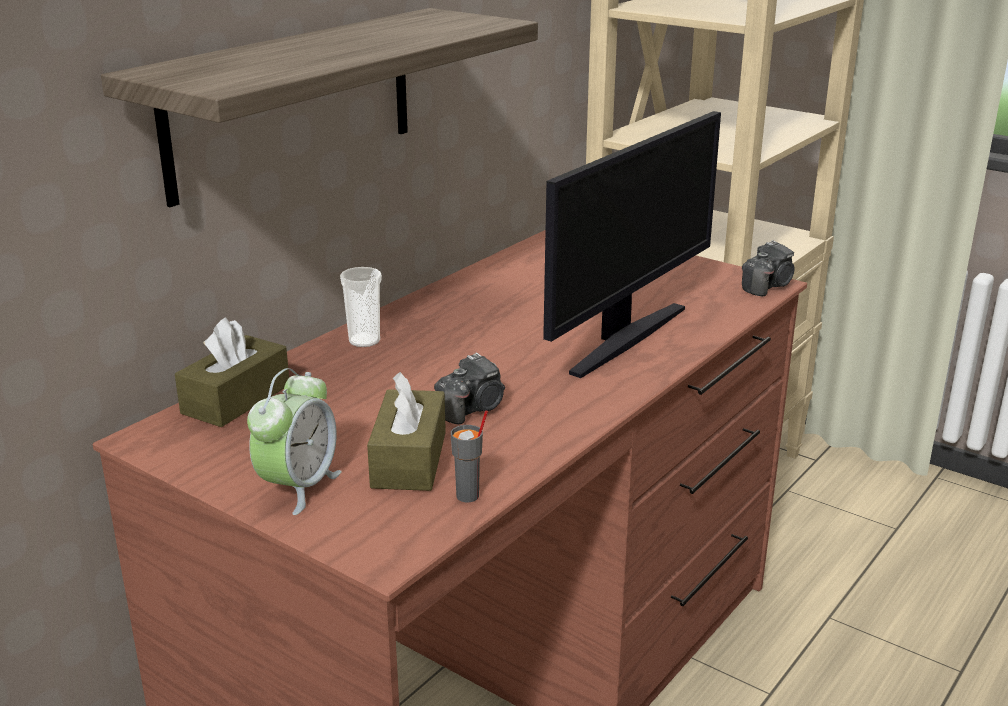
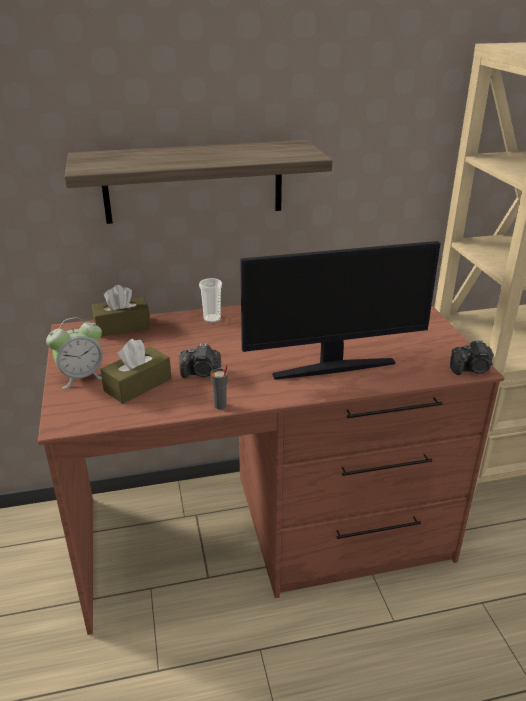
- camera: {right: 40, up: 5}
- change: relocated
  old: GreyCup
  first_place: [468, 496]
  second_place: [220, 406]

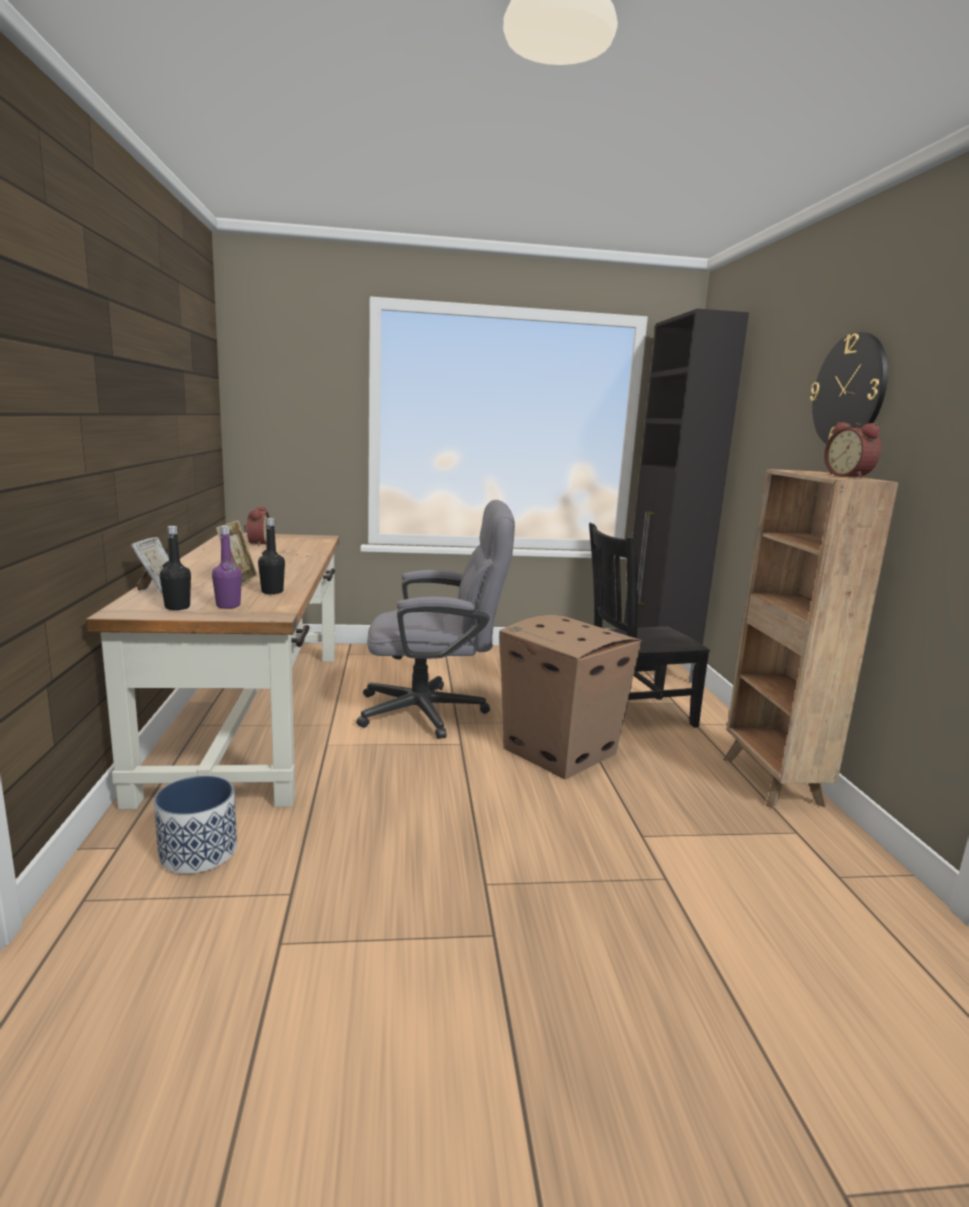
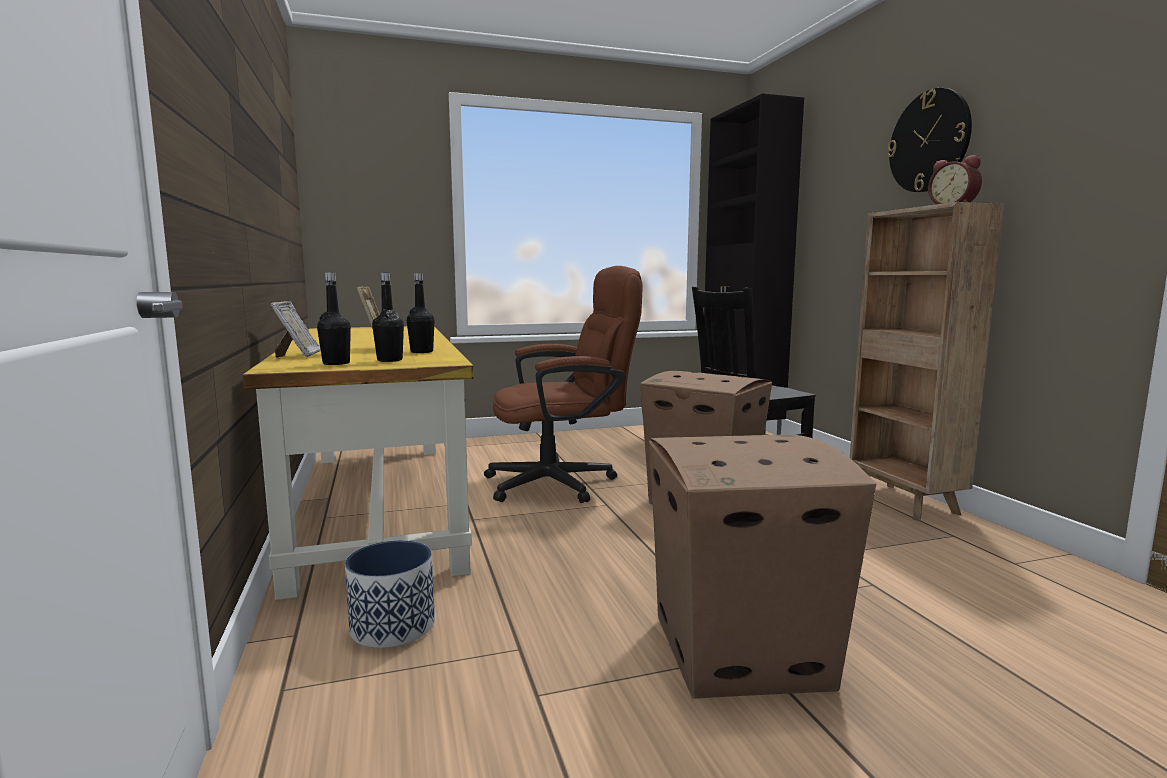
- camera: {right: -10, up: -5}
- change: colour
  old: BrownDeskTable
  new: YellowishDeskTable
  first_place: [252, 713]
  second_place: [378, 502]
- change: colour
  old: PurpleBeverageBottle
  new: BlackColouredBeverageBottle
  first_place: [228, 606]
  second_place: [390, 360]
- change: colour
  old: GreyOfficeChair
  new: BrownOfficeChair
  first_place: [434, 712]
  second_place: [563, 483]
- change: appeared
  new: CardboardBox
  second_place: [737, 652]
- change: missing
  old: BedsideClock
  first_place: [257, 543]

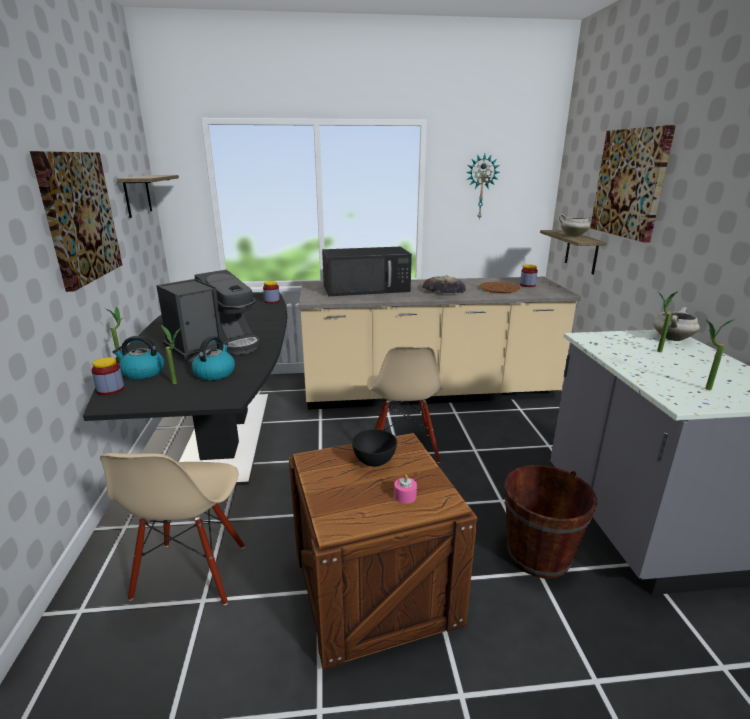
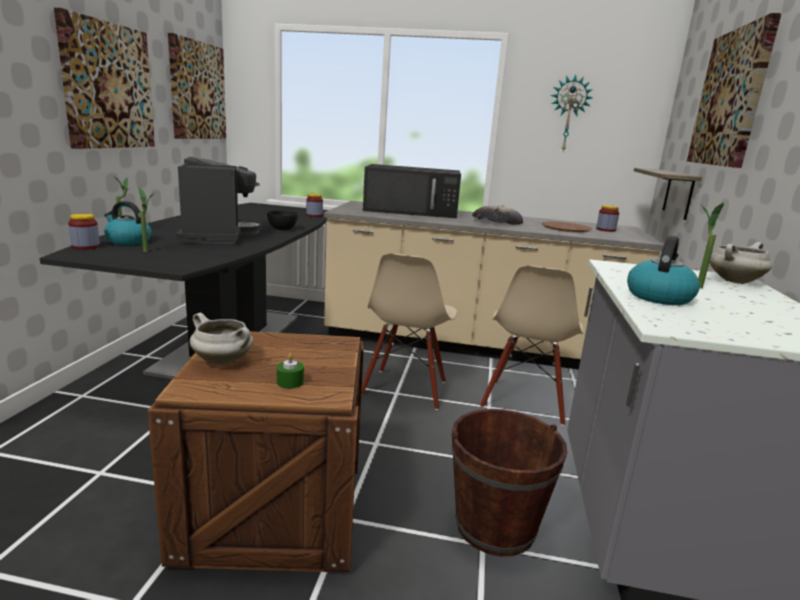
- camera: {right: 15, up: -5}
- change: exchanged
  old: Shelf
  new: Picture
  first_place: [137, 195]
  second_place: [197, 91]
- change: spun
  old: CoffeeBrewer
  first_place: [215, 347]
  second_place: [217, 235]
  degrees: -75
- change: relocated
  old: WhiteStockpot
  first_place: [573, 236]
  second_place: [224, 361]
- change: relocated
  old: BlackColouredBowl
  first_place: [374, 461]
  second_place: [282, 229]
- change: colour
  old: PinkWaxCandle
  new: GreenishWaxCandle
  first_place: [405, 496]
  second_place: [290, 382]
- change: relocated
  old: BeigeColouredChair
  first_place: [191, 572]
  second_place: [524, 402]
- change: relocated
  old: TeaKettle
  first_place: [215, 373]
  second_place: [658, 296]
- change: missing
  old: PlantInAPot
  first_place: [701, 387]

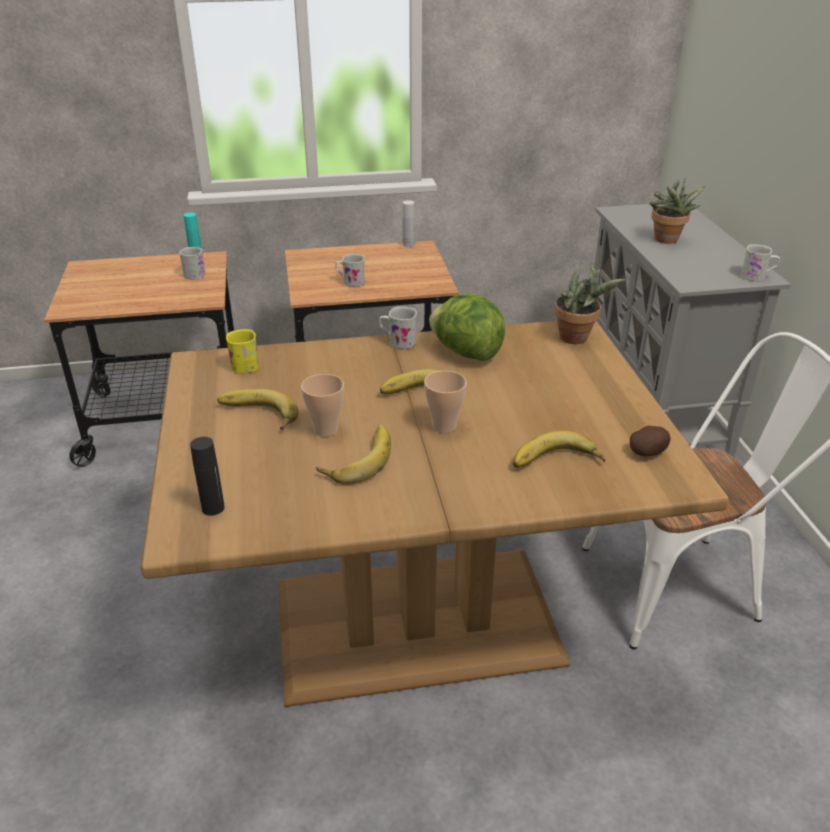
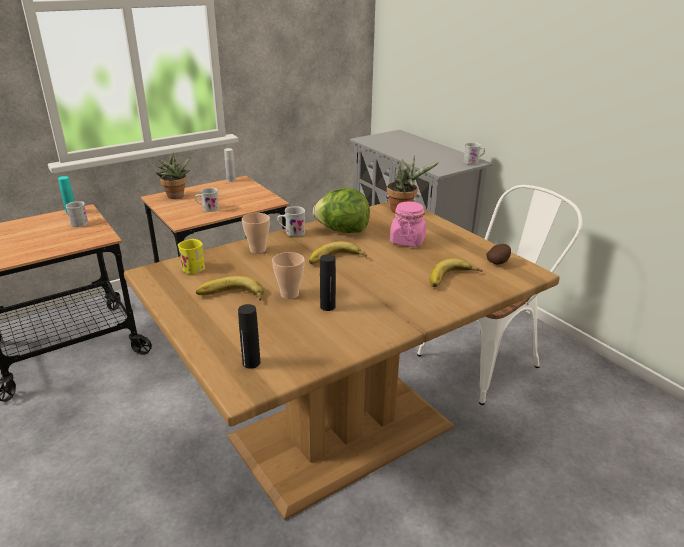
- camera: {right: -25, up: -5}
- change: relocated
  old: PlantInAPot
  first_place: [667, 241]
  second_place: [176, 197]
- change: relocated
  old: Cup
  first_place: [444, 426]
  second_place: [257, 250]
- change: exchanged
  old: WholeBanana
  new: BlackColouredBeverageBottle
  first_place: [357, 459]
  second_place: [327, 306]
- change: appeared
  new: PinkPreserveJar
  second_place: [407, 241]

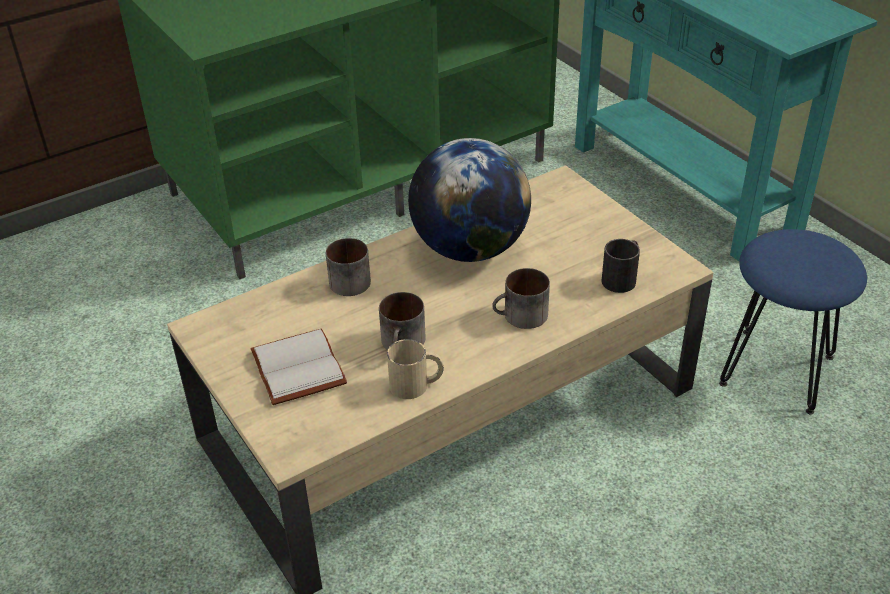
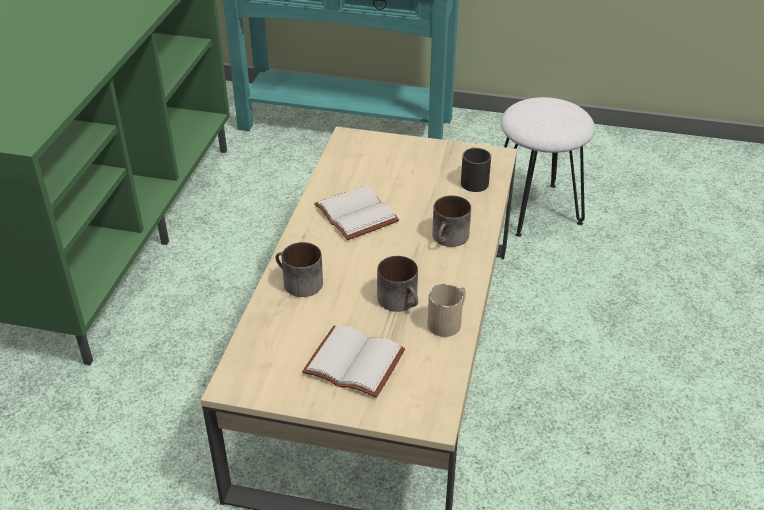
- camera: {right: -45, up: 0}
- change: exchanged
  old: WorldGlobe
  new: WhiteVolume
  first_place: [469, 249]
  second_place: [353, 214]
- change: colour
  old: BlueColouredSittingStool
  new: WhiteSittingStool
  first_place: [777, 369]
  second_place: [535, 209]

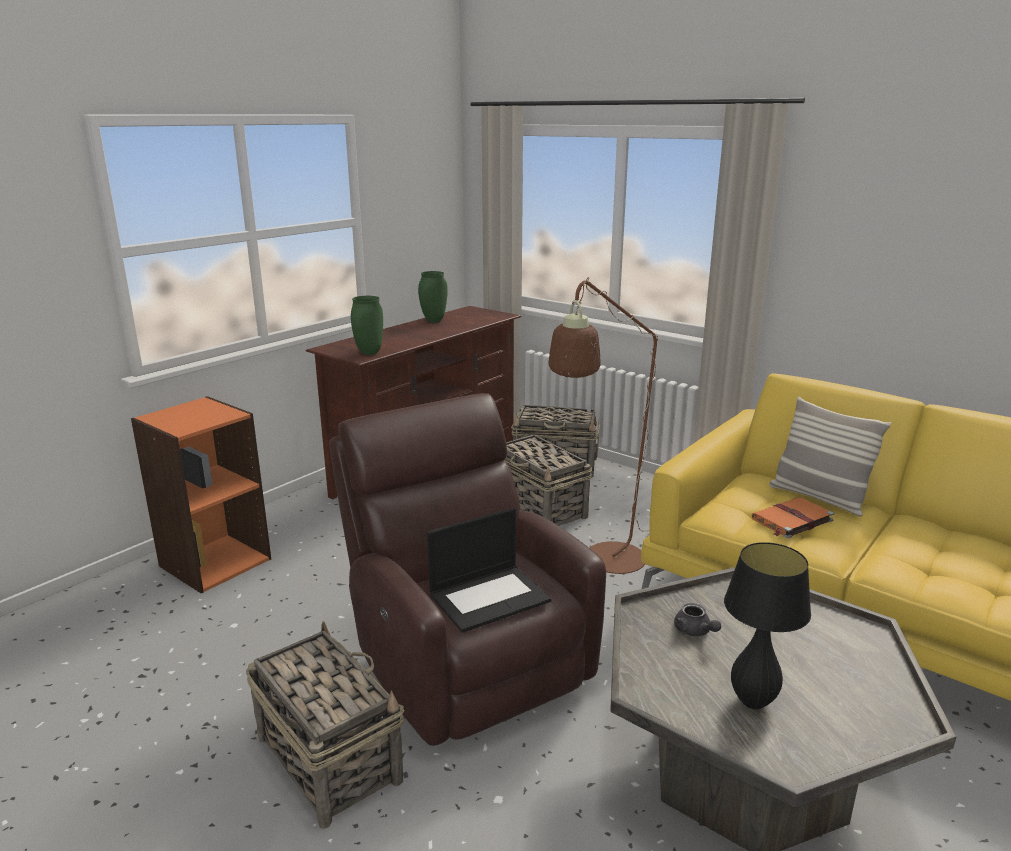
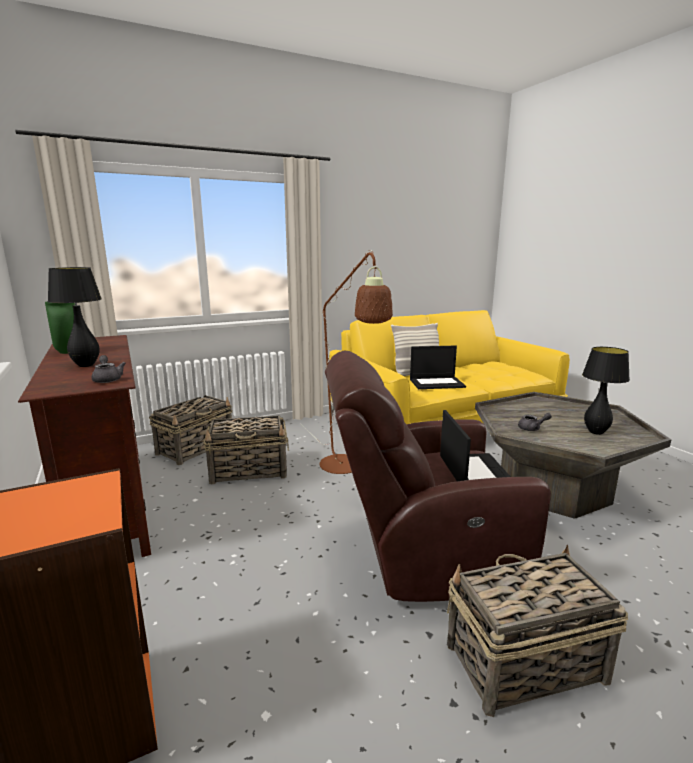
- camera: {right: -65, up: -5}
- change: appeared
  new: BlackColouredTableLamp
  second_place: [86, 365]
- change: exchanged
  old: GreenishDecorativeVase
  new: GreyTeaPot
  first_place: [368, 353]
  second_place: [108, 379]
- change: exchanged
  old: OrangeColouredVolume
  new: Laptop
  first_place: [791, 520]
  second_place: [437, 383]

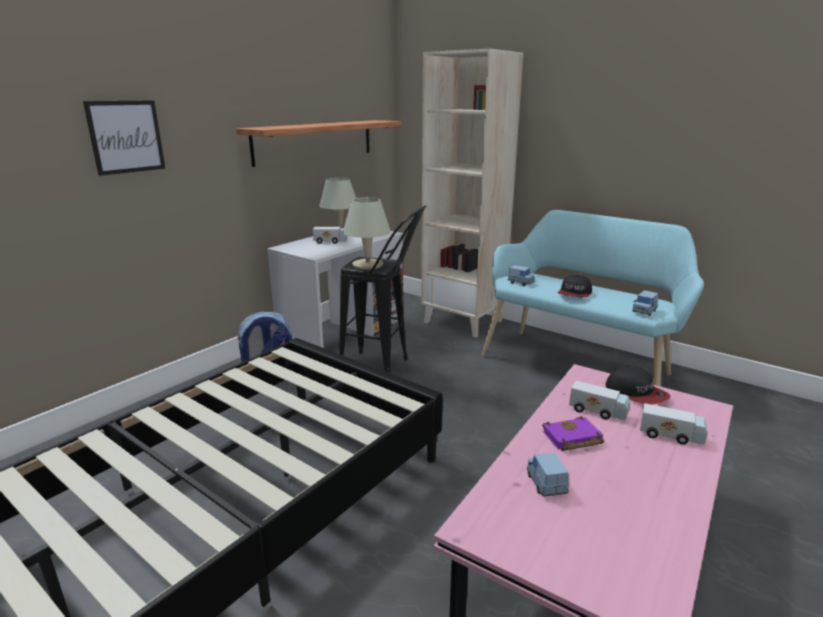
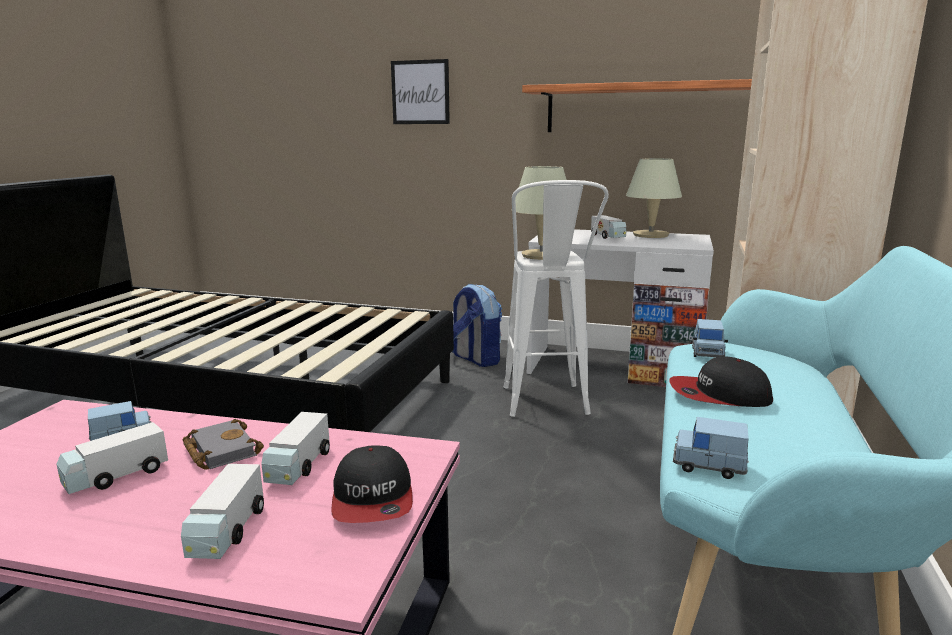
- camera: {right: 70, up: -5}
- change: appeared
  new: ToyLorry
  second_place: [116, 476]
- change: colour
  old: PurpleVolume
  new: GreyVolume
  first_place: [571, 439]
  second_place: [219, 450]
- change: spun
  old: Cap
  first_place: [636, 393]
  second_place: [373, 498]
  degrees: -45
- change: colour
  old: BlackColouredSittingStool
  new: WhiteSittingStool
  first_place: [384, 369]
  second_place: [547, 407]

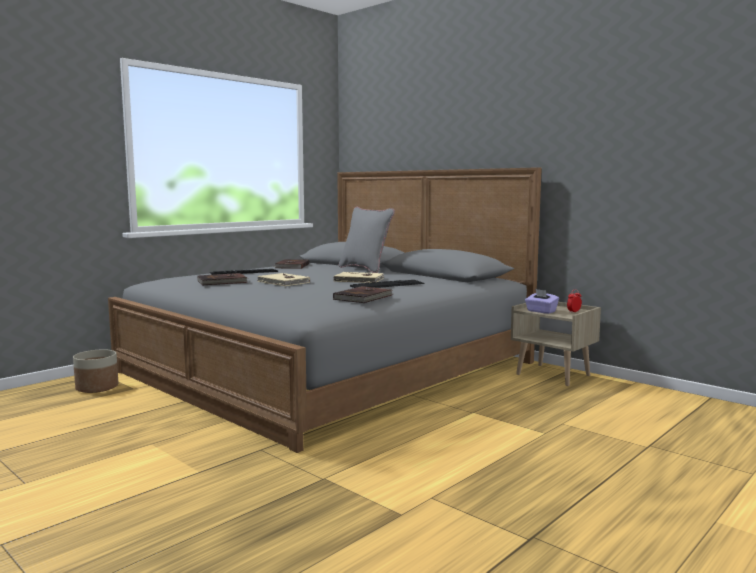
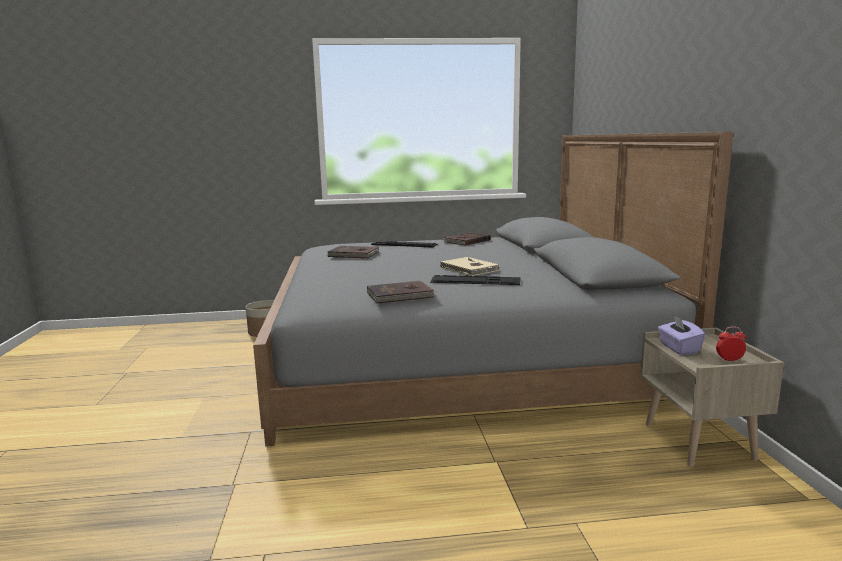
- camera: {right: 40, up: 5}
- change: missing
  old: BeigeColouredVolume
  first_place: [283, 282]
- change: missing
  old: GreyPillow
  first_place: [365, 269]

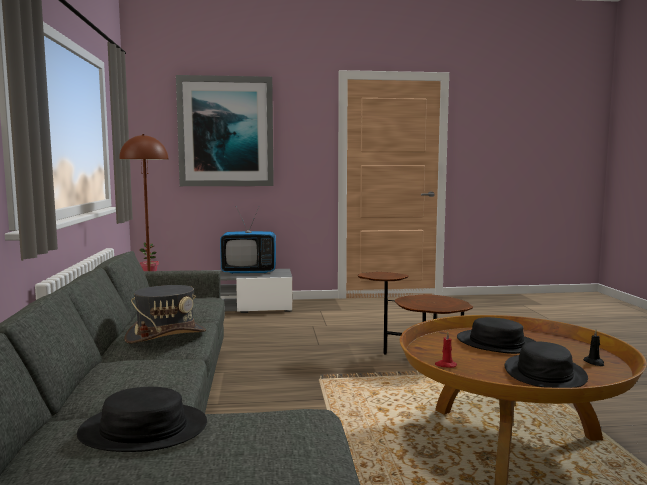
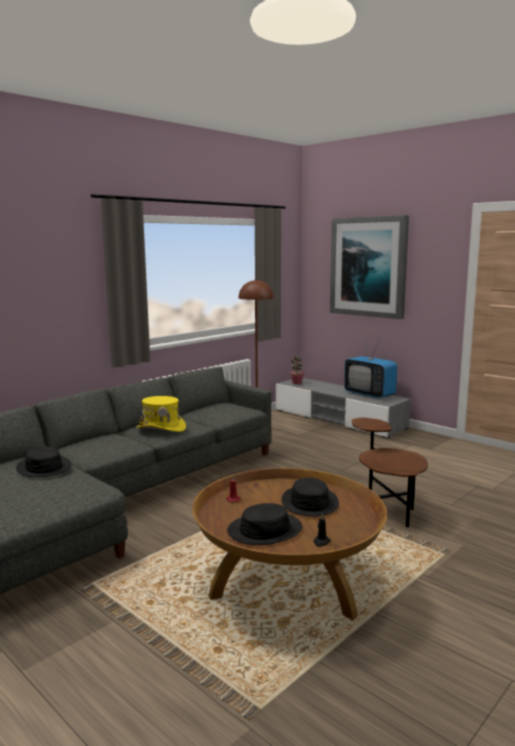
- camera: {right: 50, up: 5}
- change: colour
  old: GreyClothingHat
  new: YellowishClothingHat
  first_place: [166, 335]
  second_place: [161, 428]

